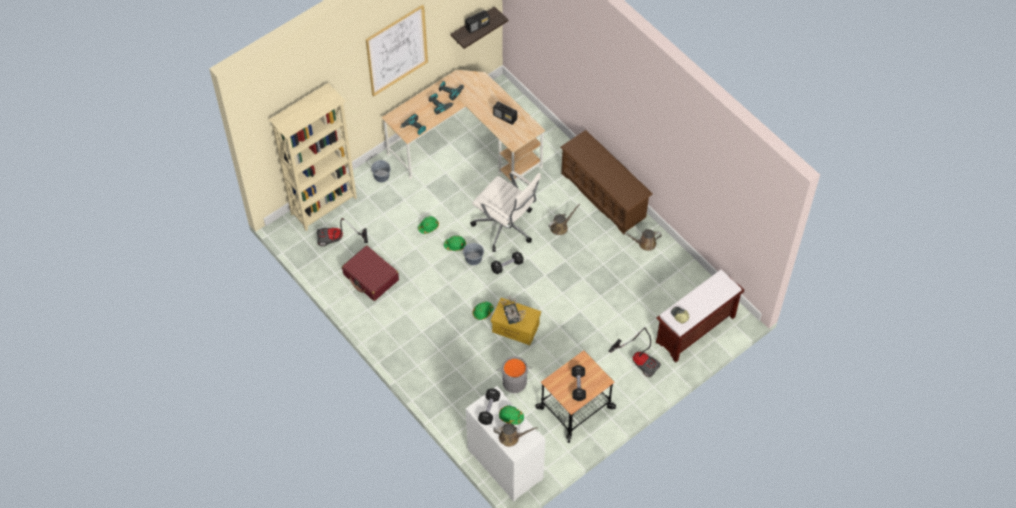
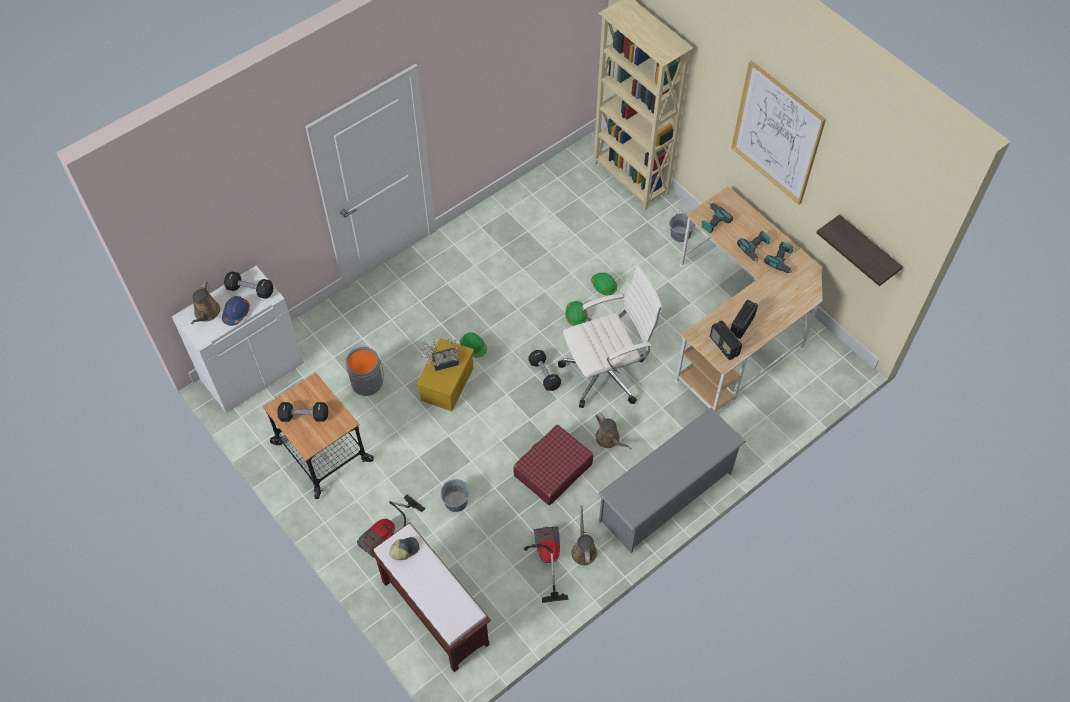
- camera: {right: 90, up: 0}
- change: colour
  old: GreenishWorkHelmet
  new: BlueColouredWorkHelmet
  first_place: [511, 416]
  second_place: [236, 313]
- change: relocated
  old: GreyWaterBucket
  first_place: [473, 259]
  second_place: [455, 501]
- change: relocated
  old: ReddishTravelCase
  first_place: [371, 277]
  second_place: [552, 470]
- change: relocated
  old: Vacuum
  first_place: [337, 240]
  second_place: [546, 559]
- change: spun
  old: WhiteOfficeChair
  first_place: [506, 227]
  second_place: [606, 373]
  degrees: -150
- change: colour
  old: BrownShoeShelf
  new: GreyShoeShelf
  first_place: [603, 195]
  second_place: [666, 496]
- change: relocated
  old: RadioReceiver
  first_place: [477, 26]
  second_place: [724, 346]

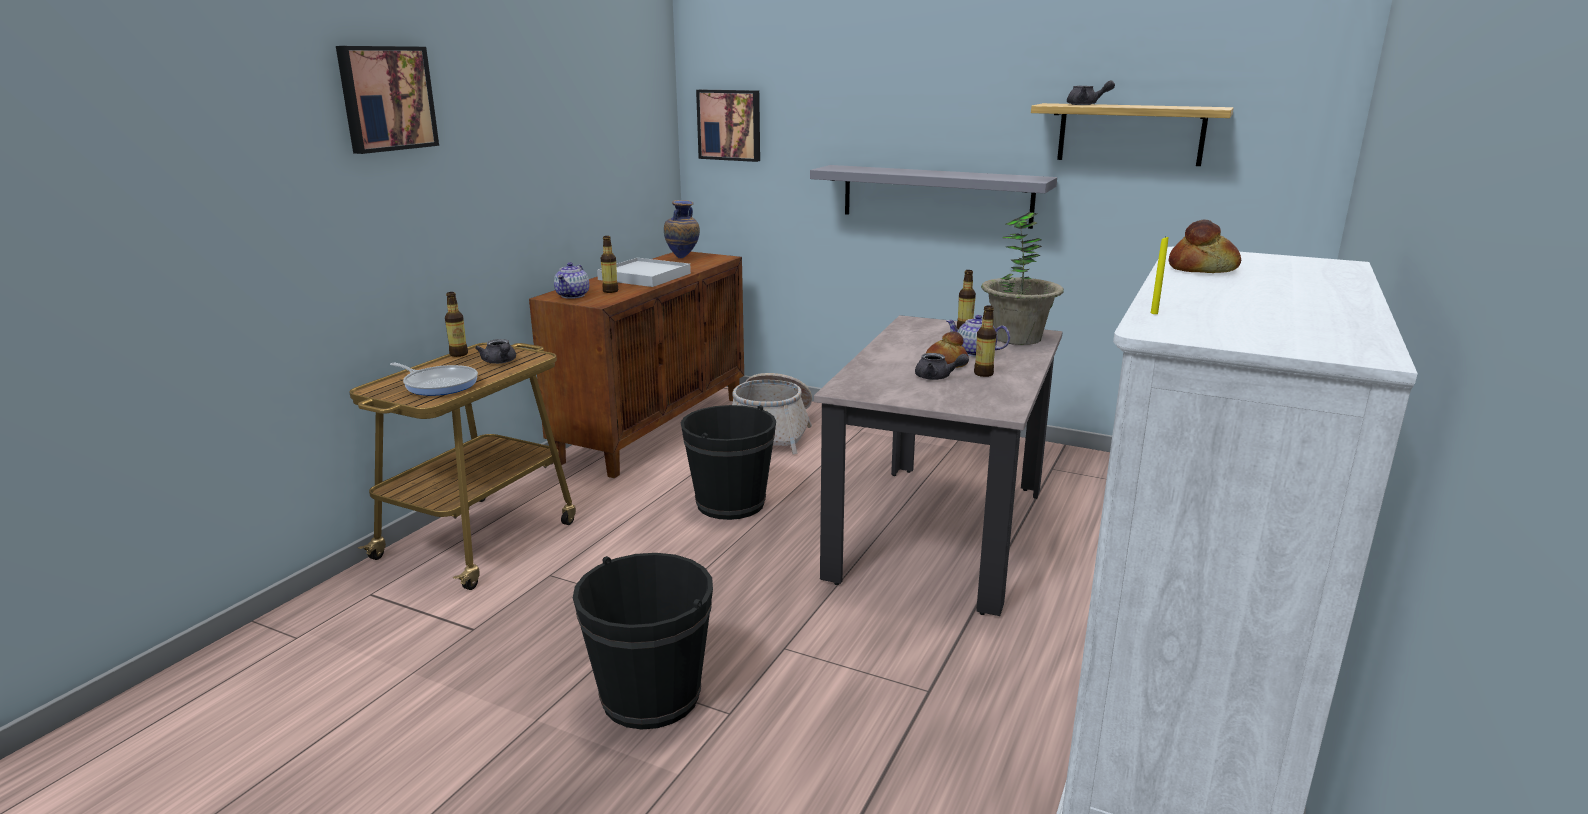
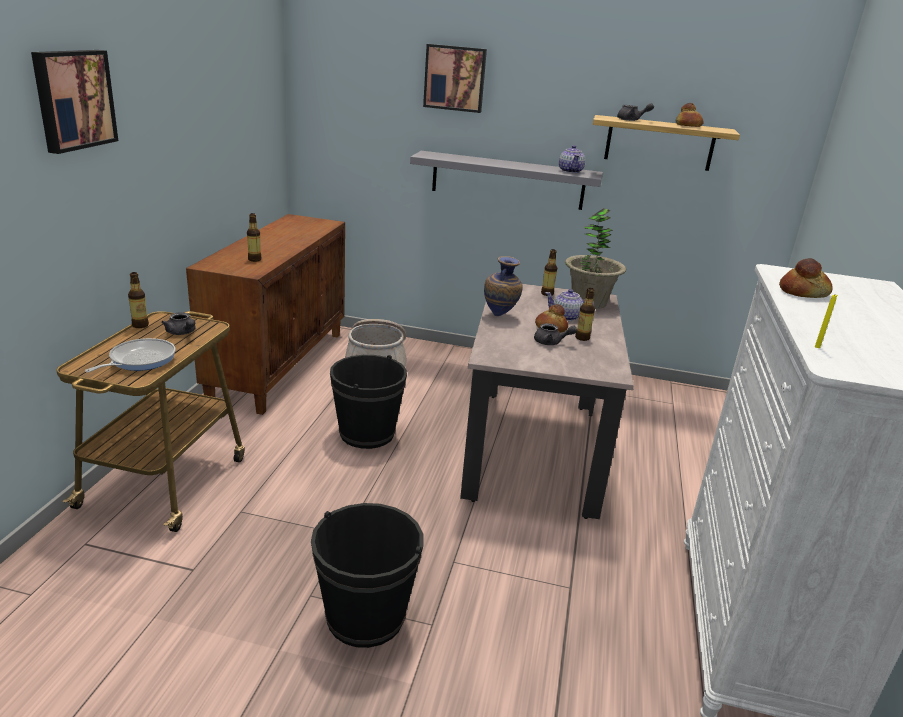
- camera: {right: -15, up: 5}
- change: spun
  old: Skillet
  first_place: [439, 384]
  second_place: [139, 360]
  degrees: -75
- change: relocated
  old: Picture
  first_place: [730, 125]
  second_place: [455, 78]
- change: relocated
  old: DecorativeVase
  first_place: [683, 259]
  second_place: [500, 316]
- change: relocated
  old: TeaPot
  first_place: [573, 295]
  second_place: [570, 171]
- change: appeared
  new: BakedBread
  second_place: [688, 126]
- change: missing
  old: WhiteCarryingTray
  first_place: [644, 276]

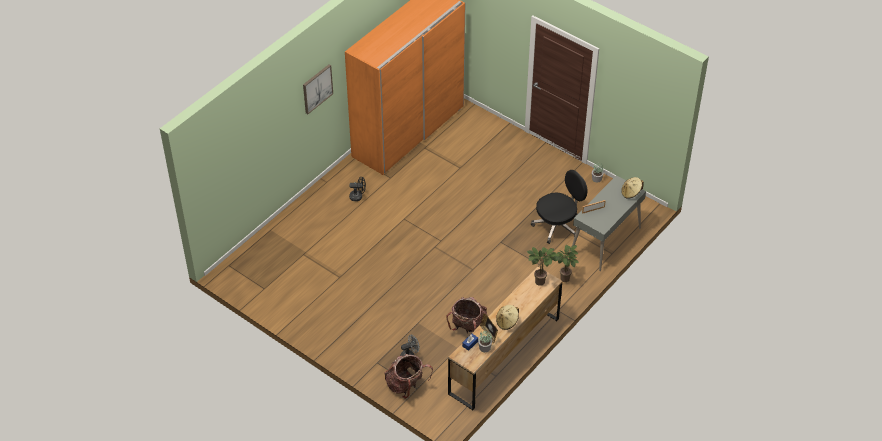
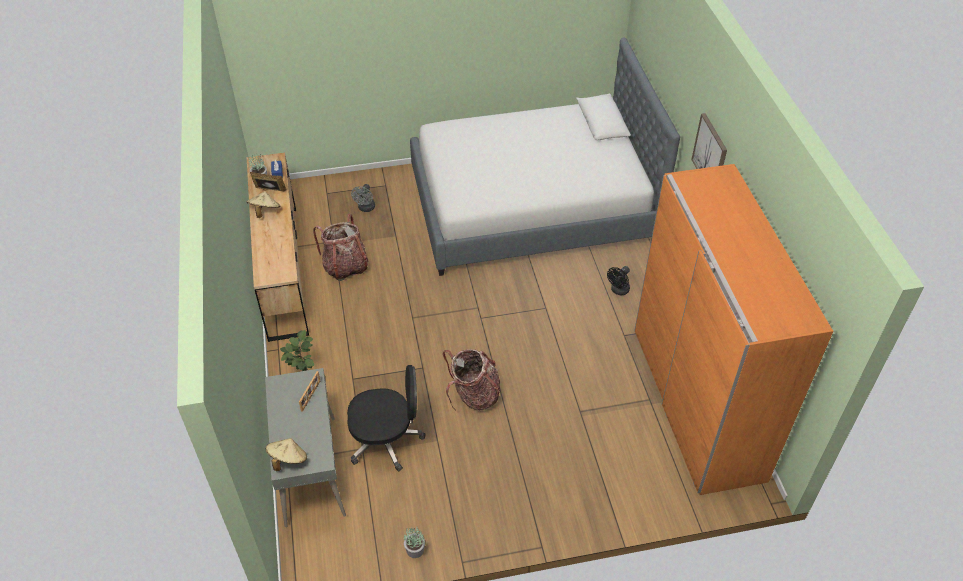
- camera: {right: 130, up: 0}
- change: spun
  old: BlackColouredOfficeChair
  first_place: [557, 225]
  second_place: [386, 440]
  degrees: -105
- change: appeared
  new: SleepingBed
  second_place: [531, 206]
- change: relocated
  old: Backpack
  first_place: [406, 385]
  second_place: [474, 395]
- change: missing
  old: PlantInAPot
  first_place: [541, 281]

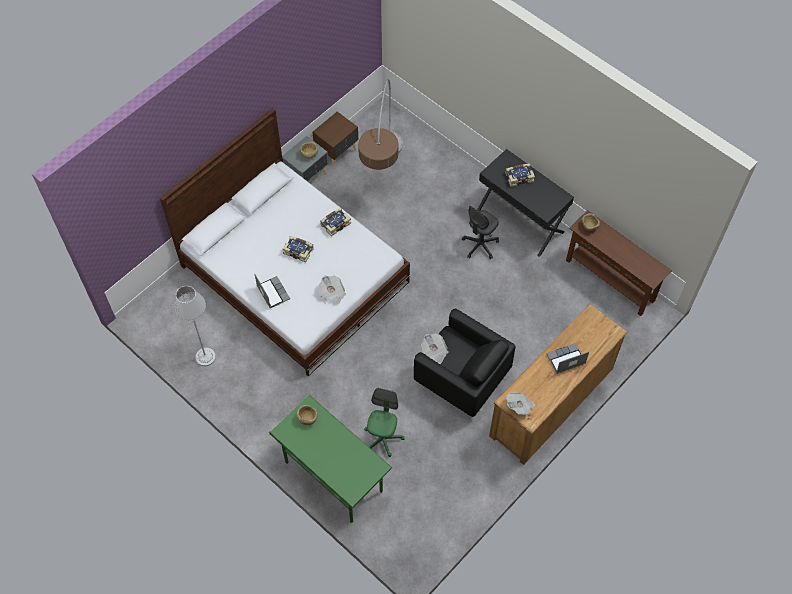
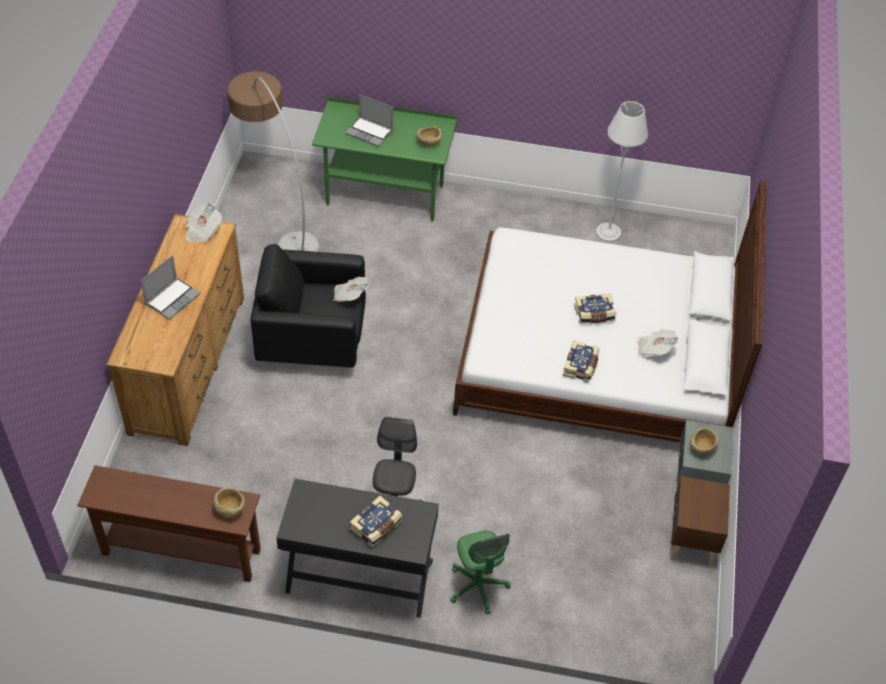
- camera: {right: 145, up: -10}
- change: relocated
  old: FloorLamp
  first_place: [383, 177]
  second_place: [277, 211]
- change: relocated
  old: Laptop
  first_place: [272, 292]
  second_place: [370, 132]
- change: relocated
  old: GreenishOfficeChair
  first_place: [383, 439]
  second_place: [478, 587]
- change: relocated
  old: DailyPaper
  first_place: [332, 294]
  second_place: [654, 349]

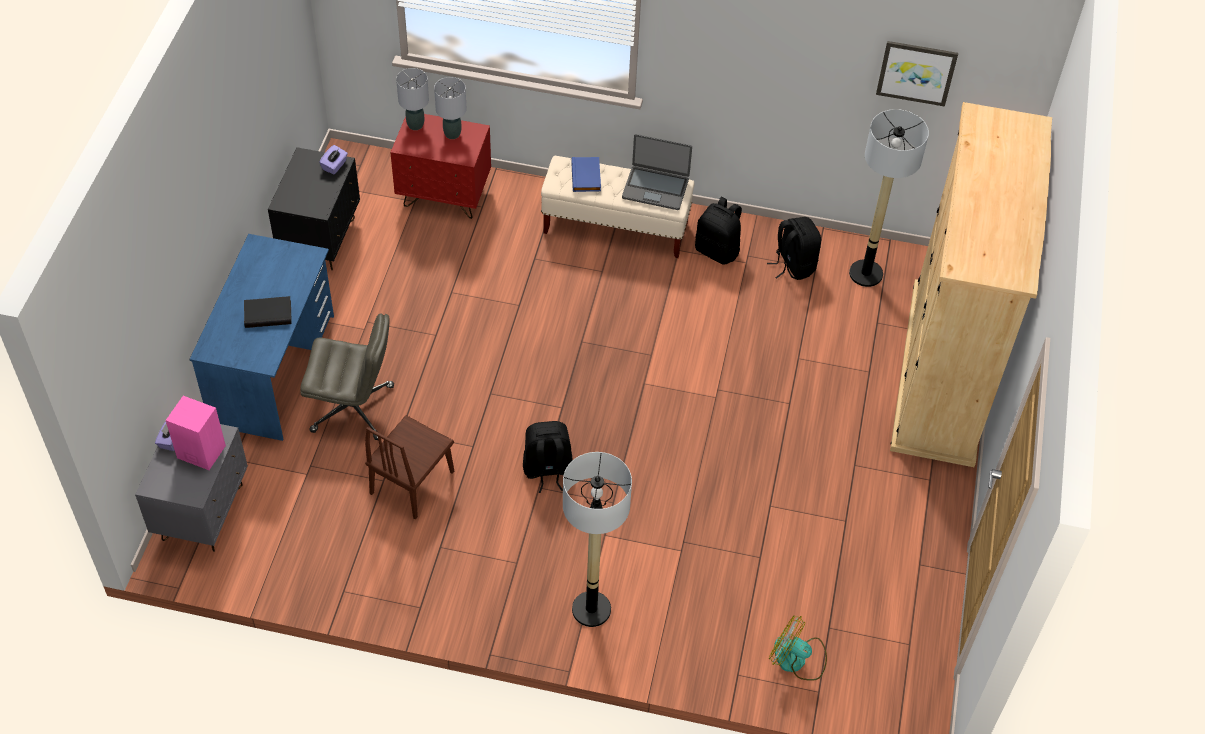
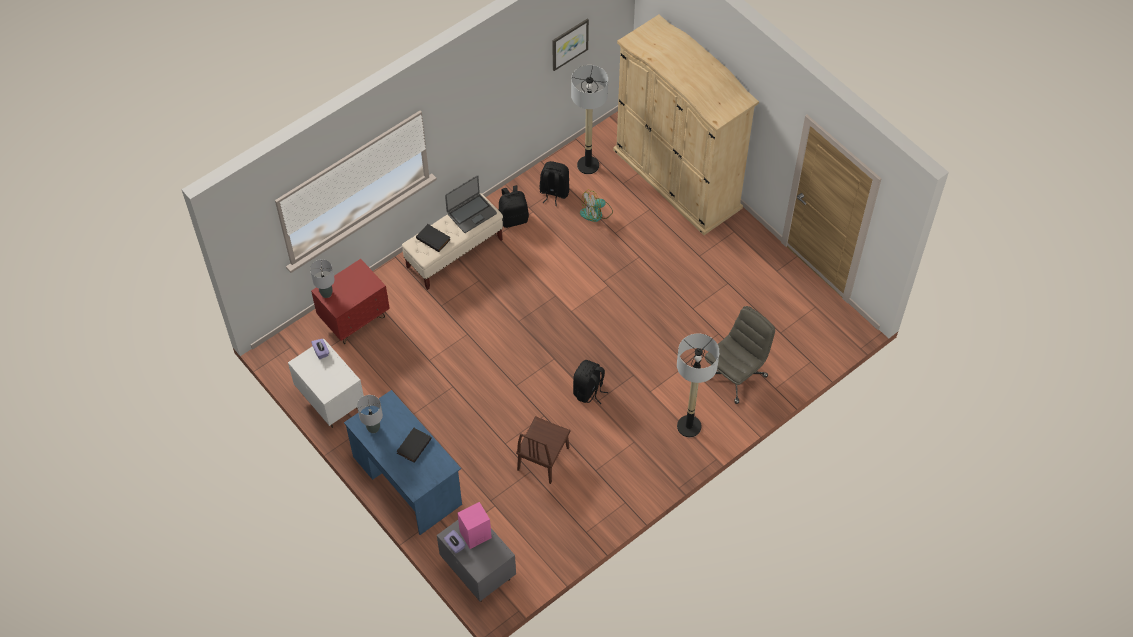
- camera: {right: -50, up: 5}
- change: colour
  old: BlackColouredNightTable
  new: WhiteNightTable
  first_place: [320, 240]
  second_place: [331, 401]
- change: relocated
  old: GreyTableLamp
  first_place: [452, 134]
  second_place: [373, 428]
- change: colour
  old: BlueColouredVolume
  new: BlackColouredVolume
  first_place: [587, 176]
  second_place: [434, 239]
- change: spun
  old: BrownChair
  first_place: [412, 482]
  second_place: [543, 458]
  degrees: 45
- change: relocated
  old: CoolingFan
  first_place: [797, 659]
  second_place: [596, 213]
- change: relocated
  old: GreyOfficeChair
  first_place: [354, 408]
  second_place: [735, 375]

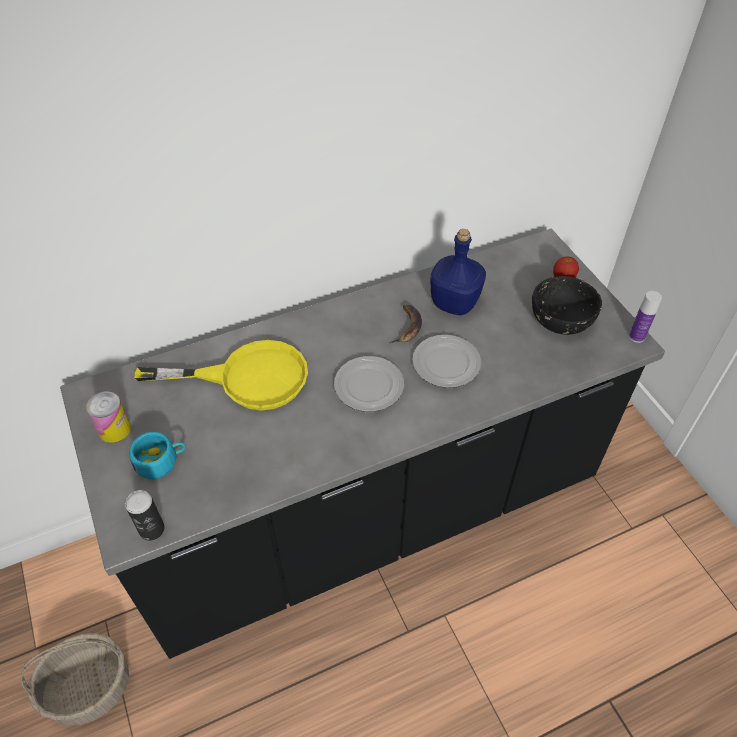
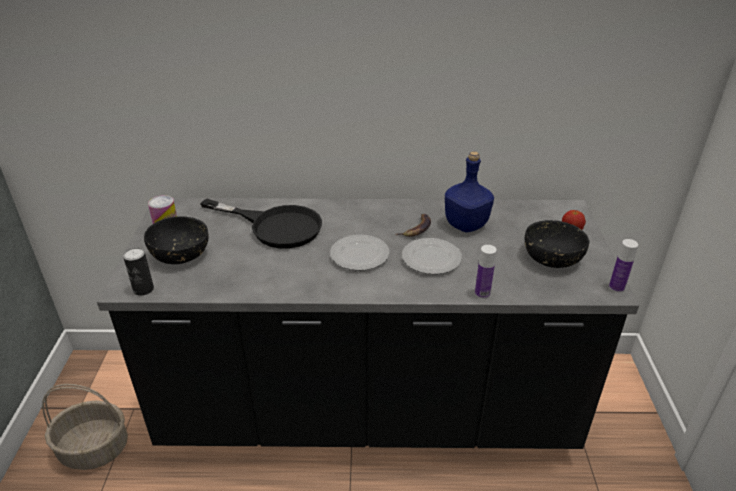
- camera: {right: 25, up: -15}
- change: exchanged
  old: BlueGreenCup
  new: BlackColouredBowl
  first_place: [161, 461]
  second_place: [181, 254]
- change: colour
  old: YellowishSkillet
  new: BlackColouredSkillet
  first_place: [247, 378]
  second_place: [275, 226]
- change: appeared
  new: BeverageBottle
  second_place: [482, 293]

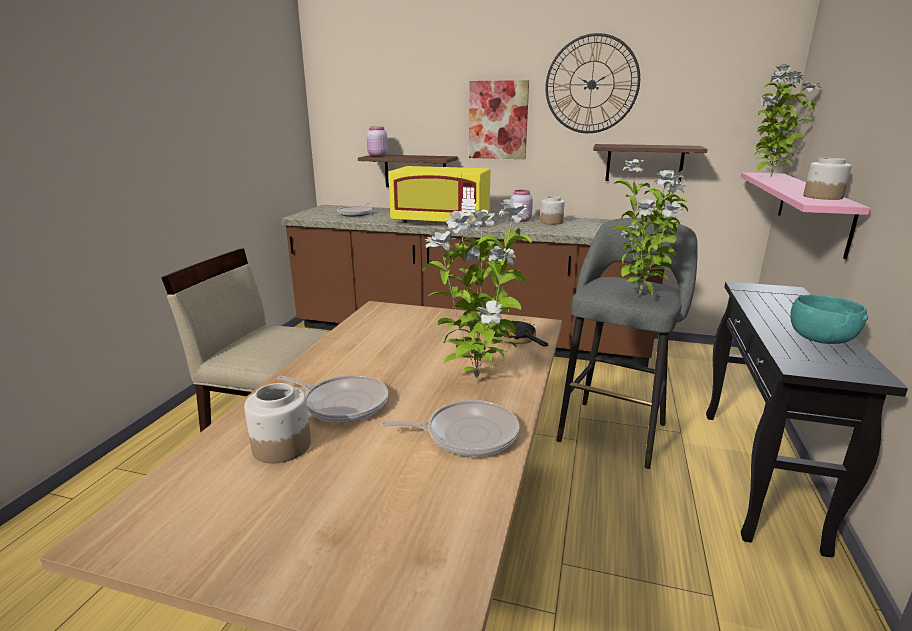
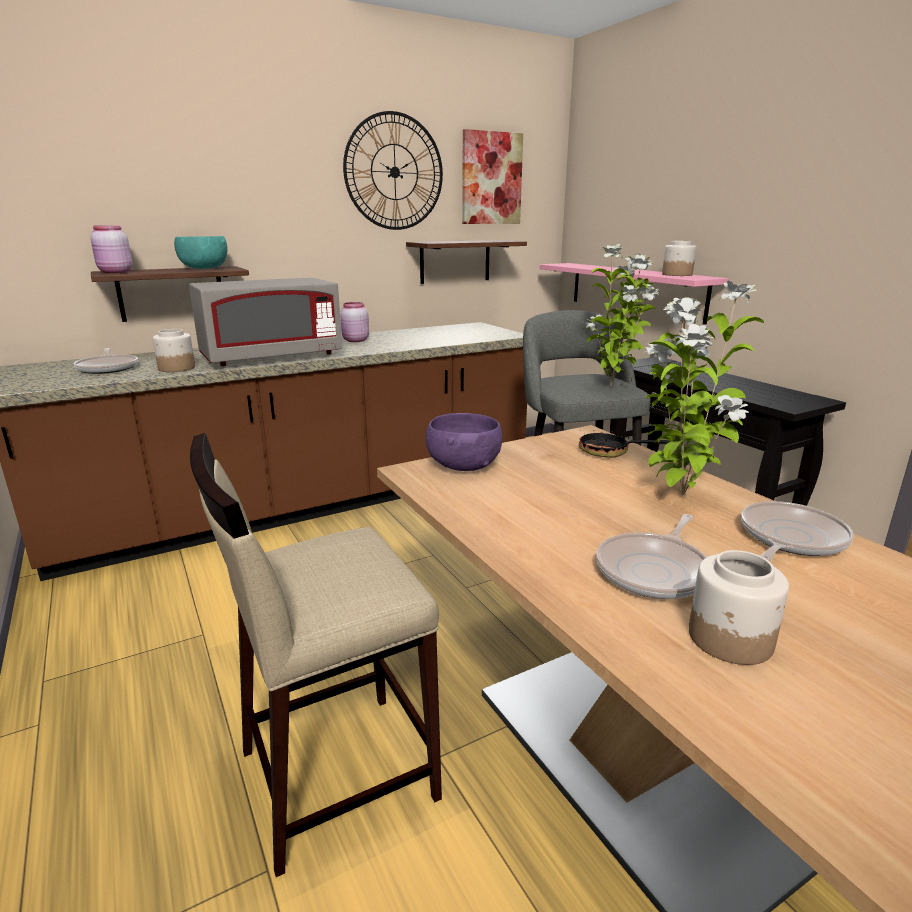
- camera: {right: -45, up: 0}
- change: relocated
  old: PreserveJar
  first_place: [551, 222]
  second_place: [176, 368]
- change: relocated
  old: BlueGreenBowl
  first_place: [820, 340]
  second_place: [204, 268]
- change: colour
  old: YellowishKitchenMicrowave
  new: GreyKitchenMicrowave
  first_place: [441, 222]
  second_place: [271, 357]
- change: appeared
  new: PurpleBowl
  second_place: [463, 466]
- change: relocated
  old: Picture
  first_place: [498, 120]
  second_place: [491, 178]
- change: spun
  old: Skillet
  first_place: [343, 403]
  second_place: [654, 570]
  degrees: 150
- change: missing
  old: PlantInAPot
  first_place: [769, 177]

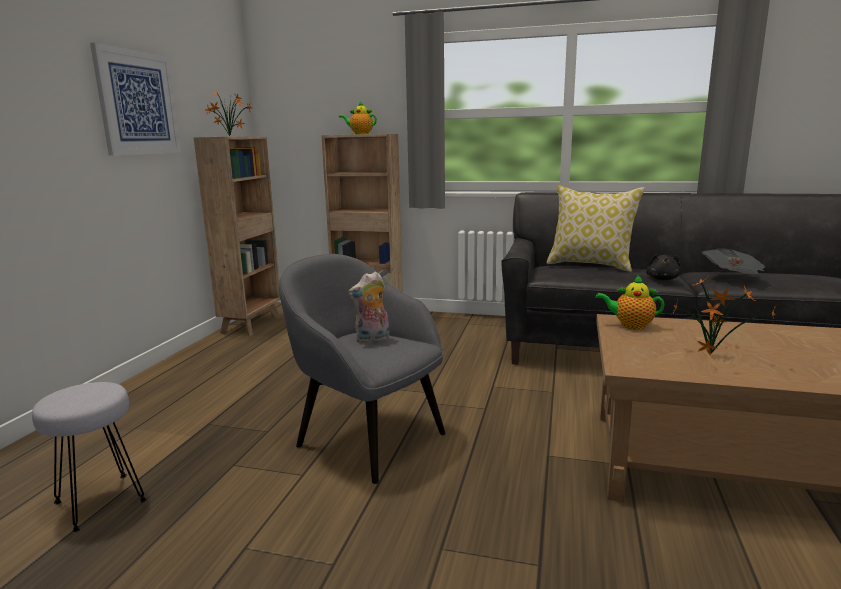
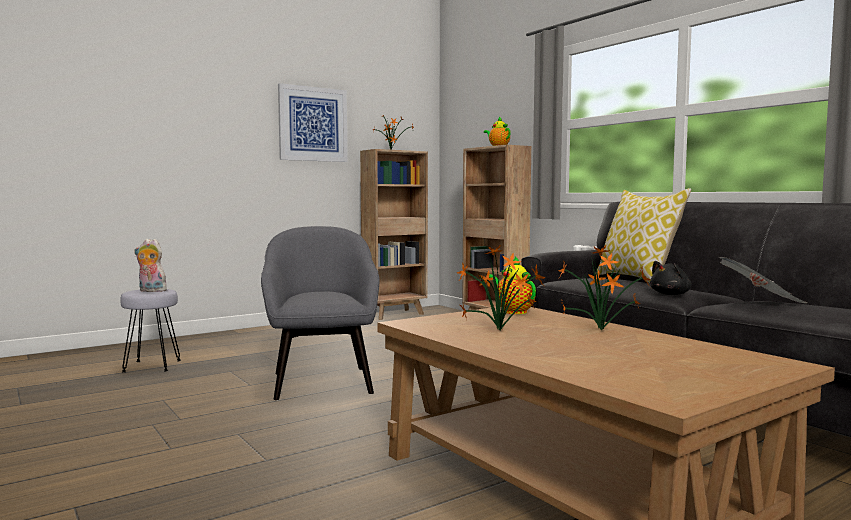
- camera: {right: 40, up: -10}
- change: relocated
  old: SoftToy
  first_place: [372, 340]
  second_place: [151, 291]
- change: appeared
  new: PlantInAPot
  second_place: [604, 331]

